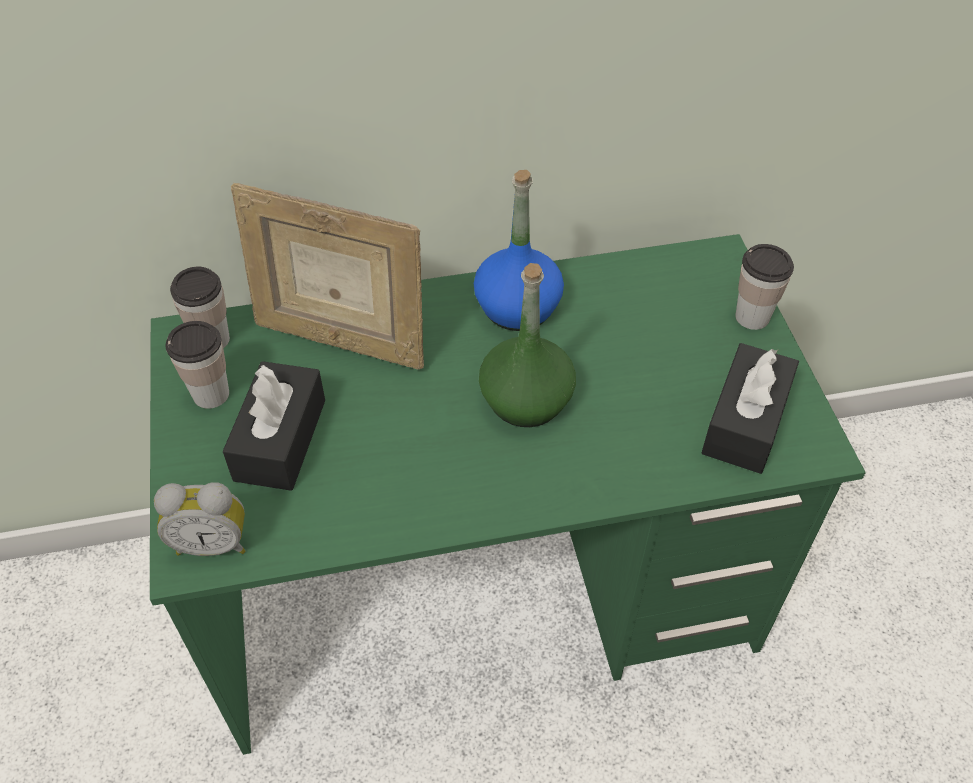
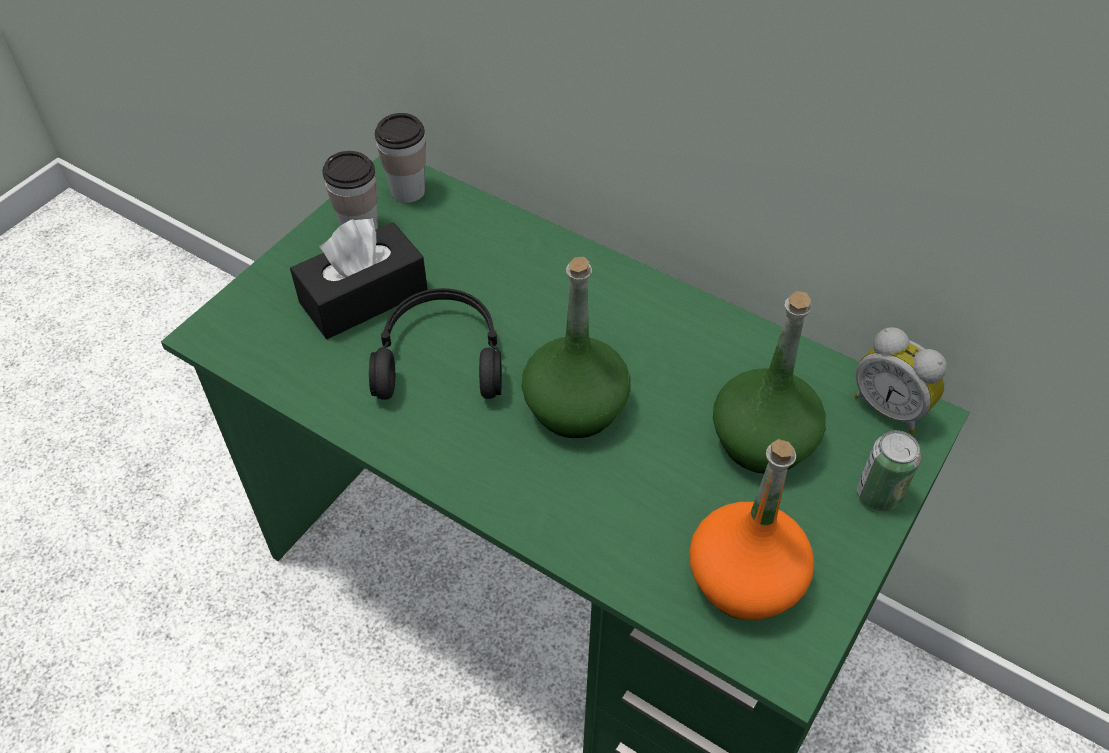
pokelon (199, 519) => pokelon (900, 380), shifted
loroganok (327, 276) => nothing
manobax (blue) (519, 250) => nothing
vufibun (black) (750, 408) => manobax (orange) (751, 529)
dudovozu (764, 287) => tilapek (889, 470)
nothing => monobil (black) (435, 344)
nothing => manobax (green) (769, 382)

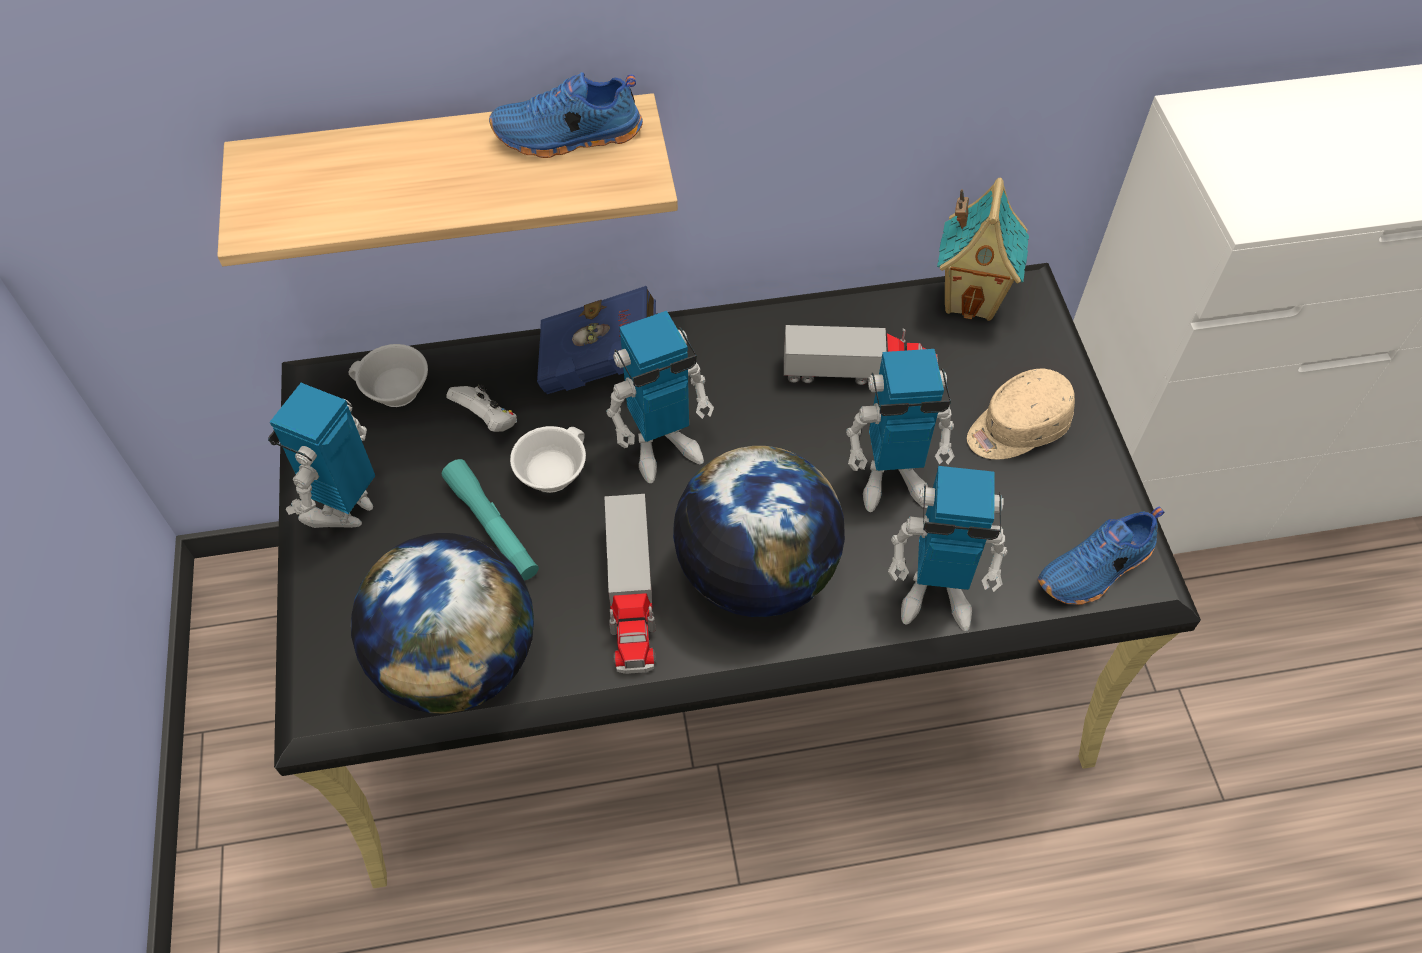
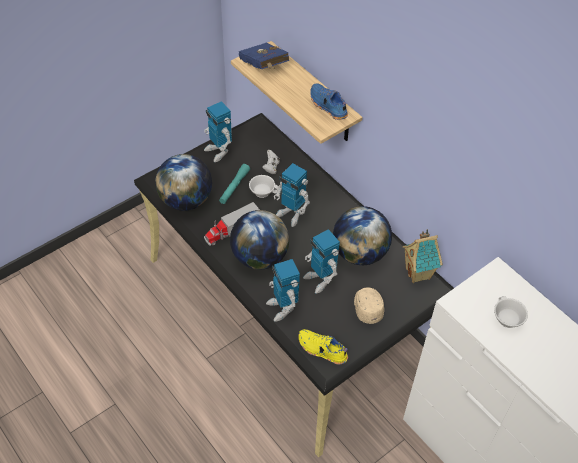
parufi (321, 455) => parufi (218, 131), 120 degrees counterclockwise
dudovozu (white) (388, 375) => dudovozu (white) (511, 312), shifted
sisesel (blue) (596, 340) => sisesel (blue) (264, 56), shifted
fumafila (861, 355) => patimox (362, 235)
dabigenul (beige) (1021, 414) => dabigenul (beige) (369, 305), 45 degrees clockwise
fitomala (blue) (1101, 555) => fitomala (yellow) (323, 347)

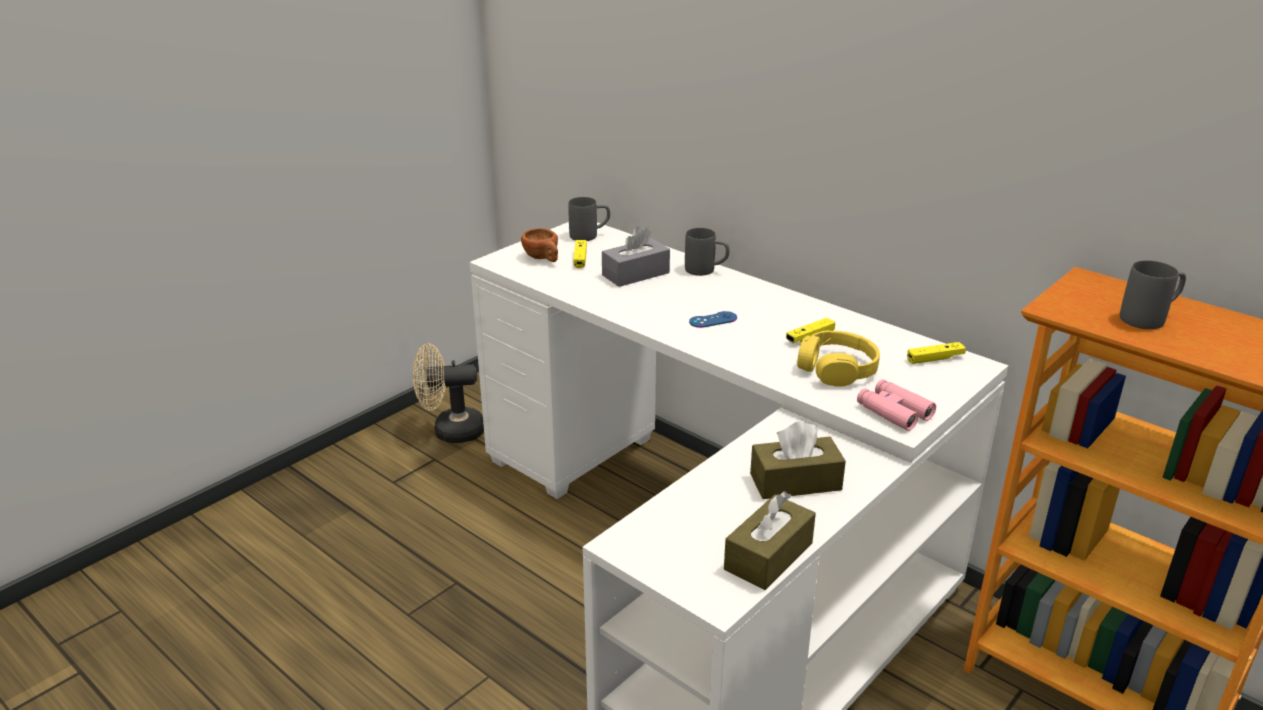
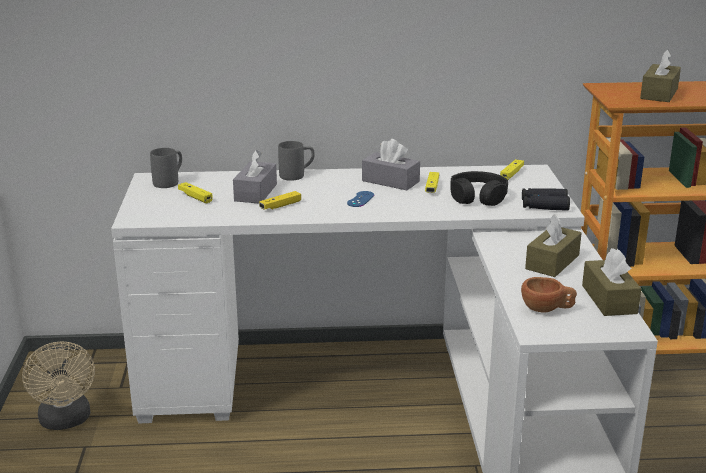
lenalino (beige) (448, 393) => lenalino (beige) (58, 385), 60 degrees counterclockwise
dudovozu (brown) (539, 245) => dudovozu (brown) (549, 295), shifted
monobil (yellow) (838, 358) => monobil (black) (479, 188)
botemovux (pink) (896, 405) => botemovux (black) (546, 199)
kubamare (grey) (1153, 294) => vufibun (brown) (660, 75)
nothing => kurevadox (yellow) (280, 200)
nothing => vufibun (grey) (391, 164)

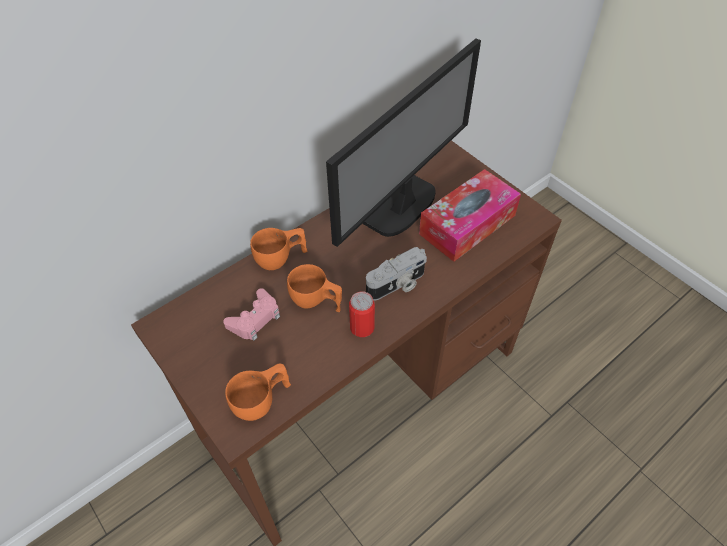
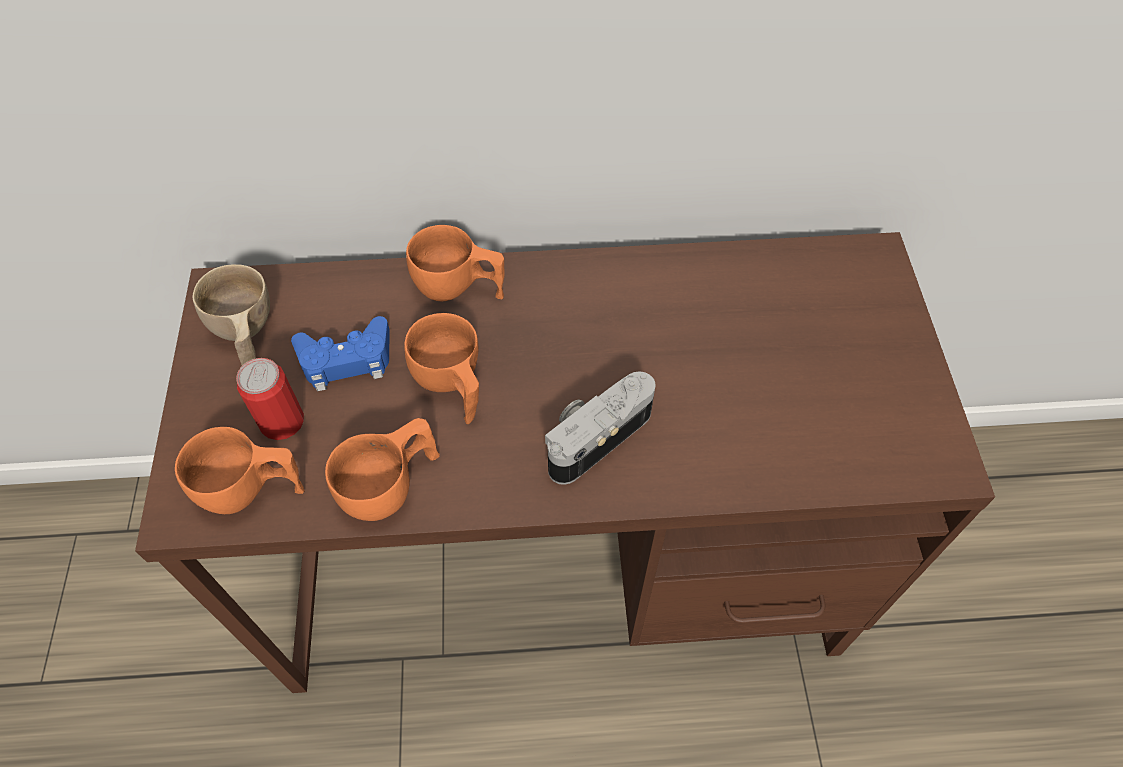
kurevadox (pink) (251, 314) => kurevadox (blue) (340, 353)
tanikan (403, 142) => nothing
tilapek (362, 314) => tilapek (270, 399), shifted
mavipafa (396, 274) => mavipafa (600, 428), 135 degrees clockwise
vufibun (470, 215) => nothing
nothing => dudovozu (beige) (231, 315)
nothing => dudovozu (orange) (382, 469)

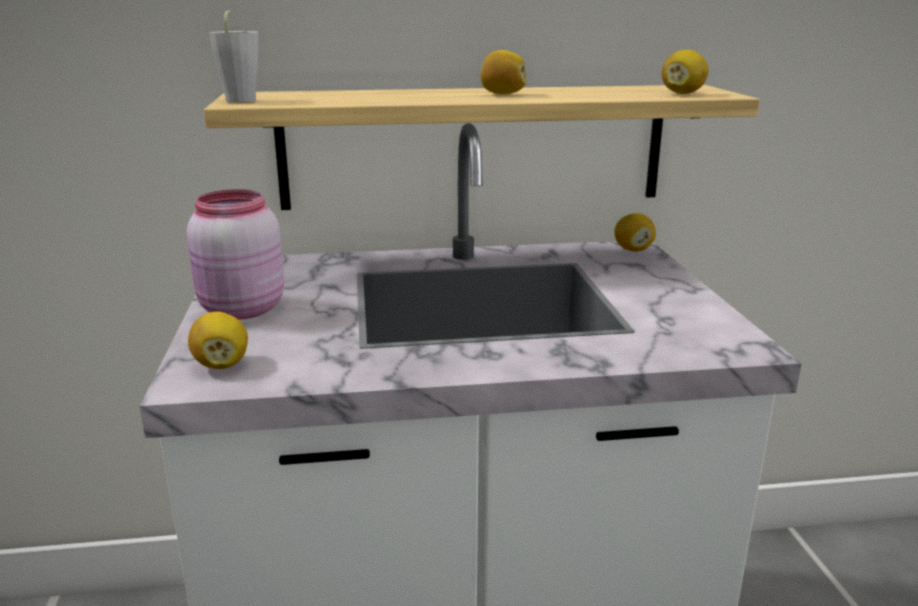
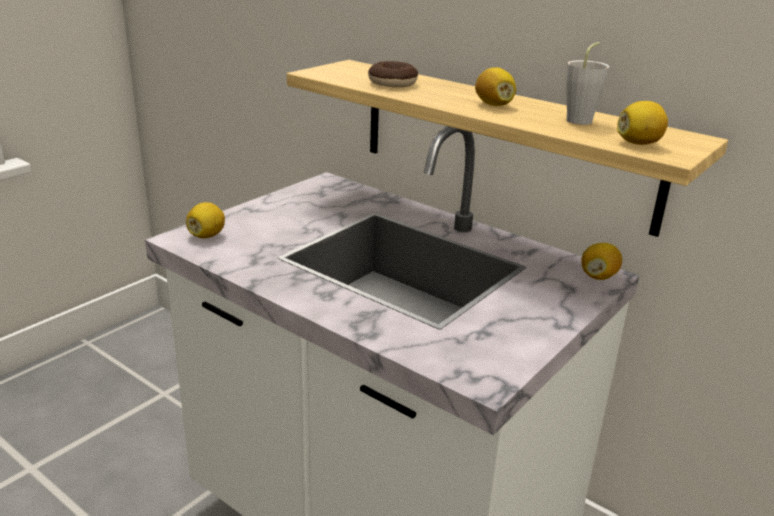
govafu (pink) (235, 254) => nothing
dudovozu (grey) (233, 56) => dudovozu (grey) (588, 83), shifted
nothing => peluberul (393, 74)

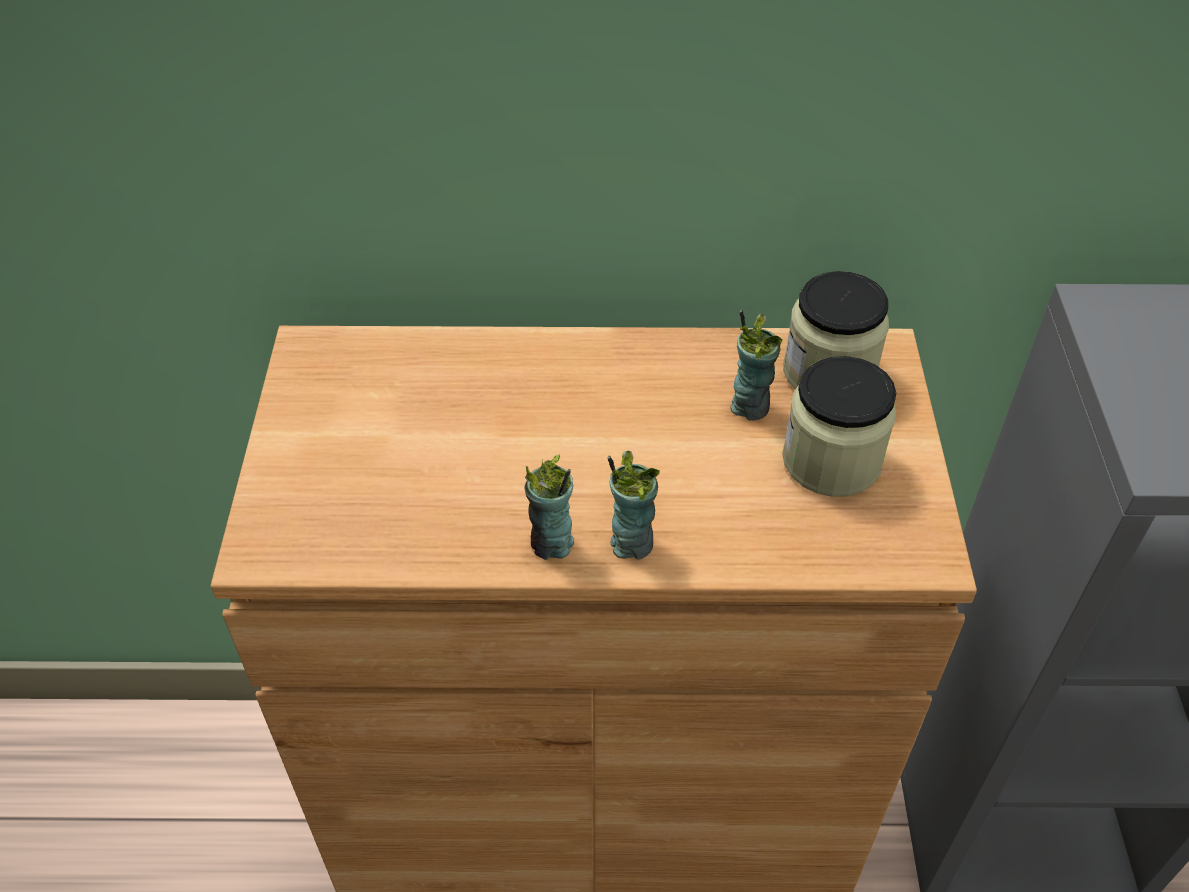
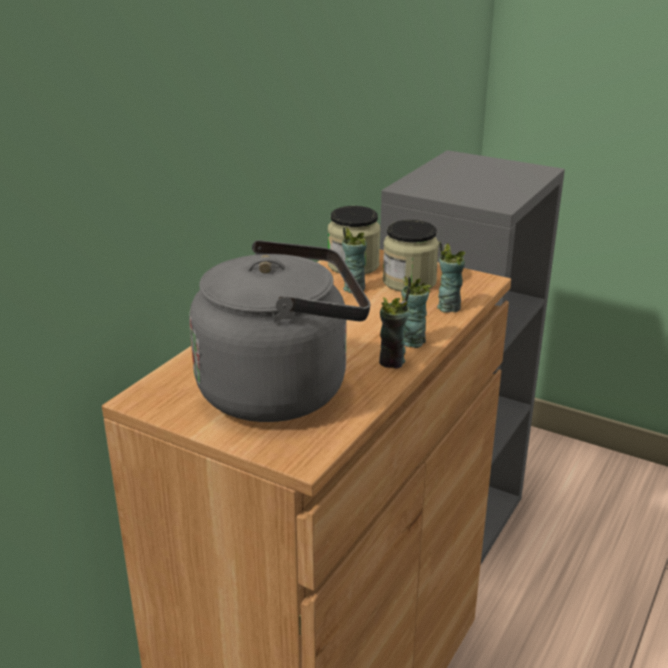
nothing => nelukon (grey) (279, 331)
nothing => dudovozu (451, 277)

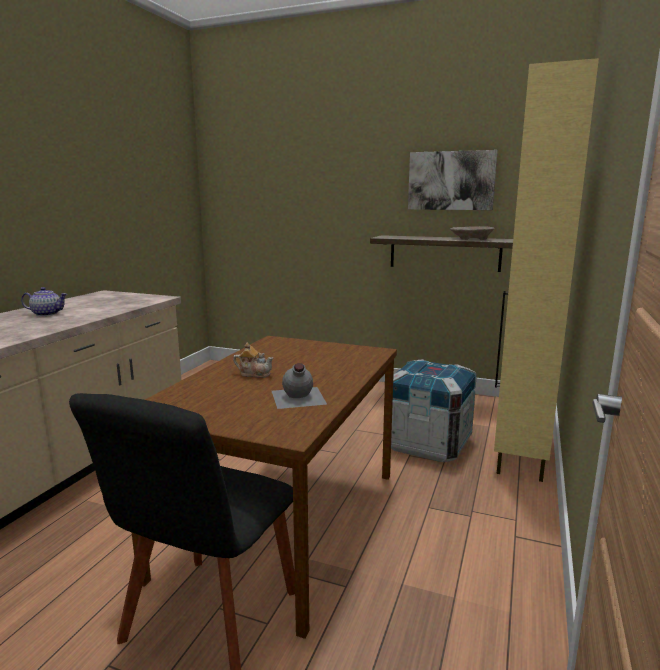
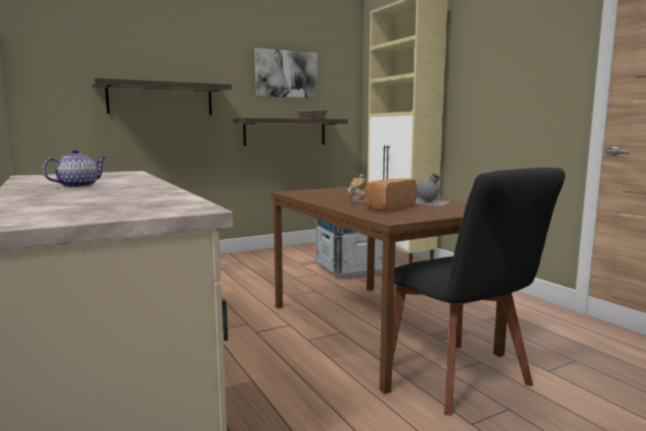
nothing => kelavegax (162, 96)
nothing => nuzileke (391, 194)

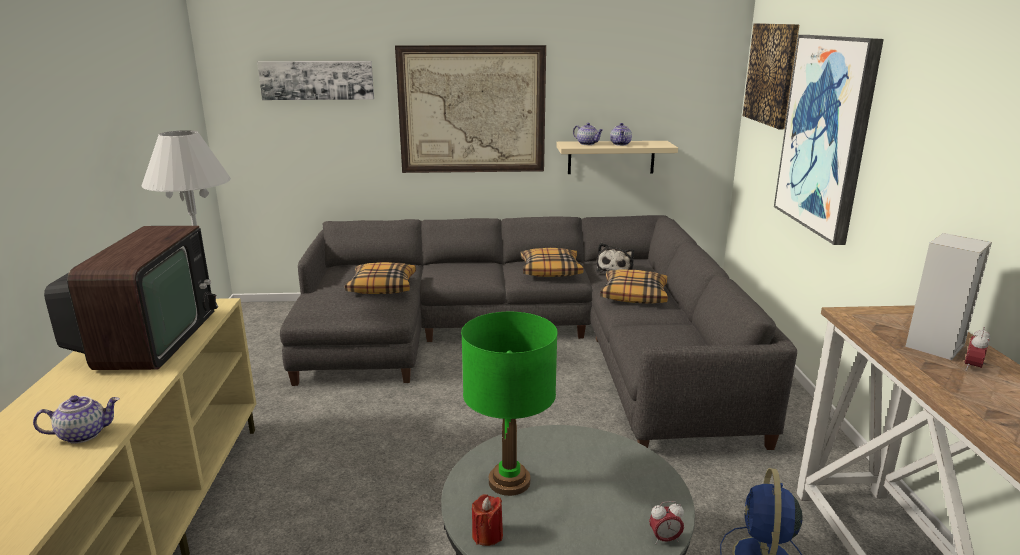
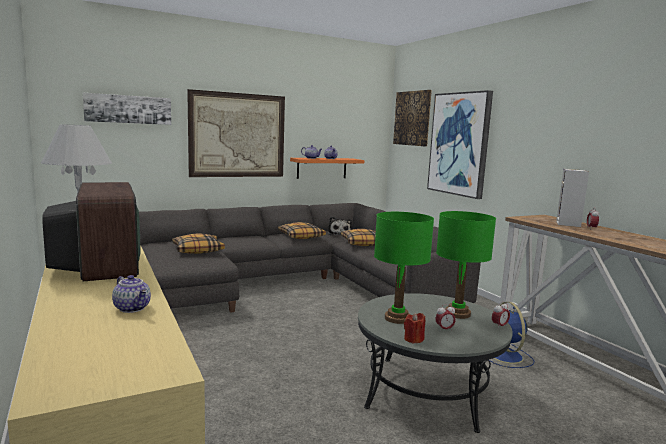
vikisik (76, 419) => vikisik (131, 294), 90 degrees clockwise
kelavegax (beige) (617, 157) => kelavegax (orange) (327, 168)
nothing => pokelon (445, 317)
nothing => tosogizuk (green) (466, 265)

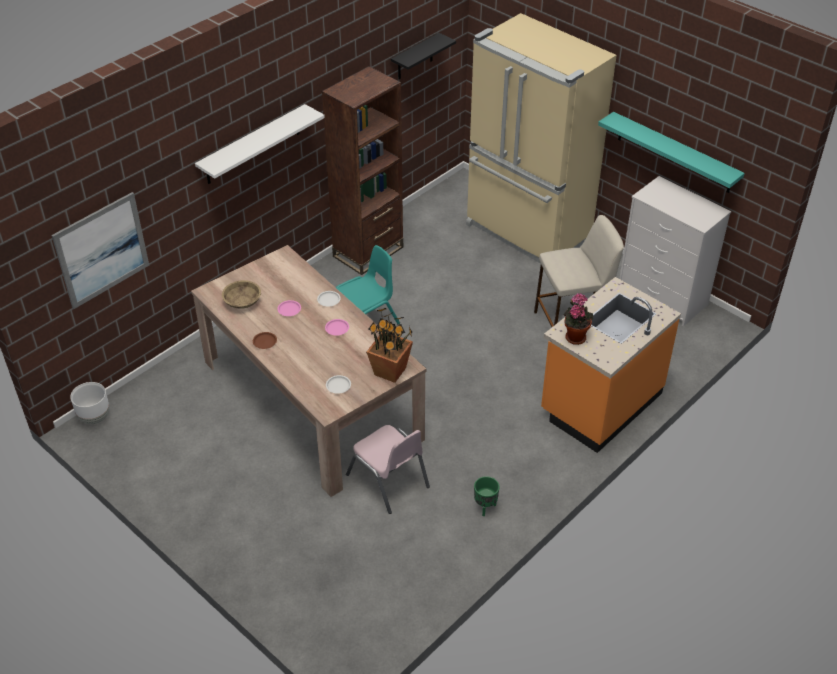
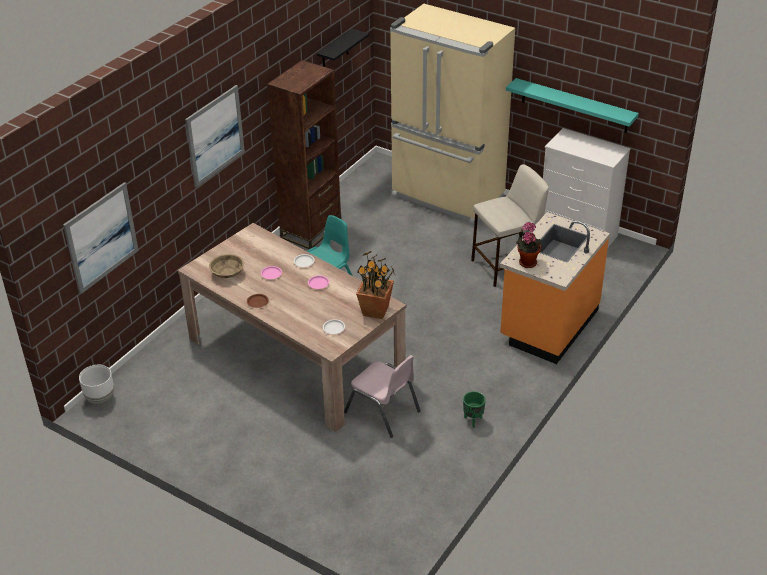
kelavegax (white) (260, 144) => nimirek (215, 136)

